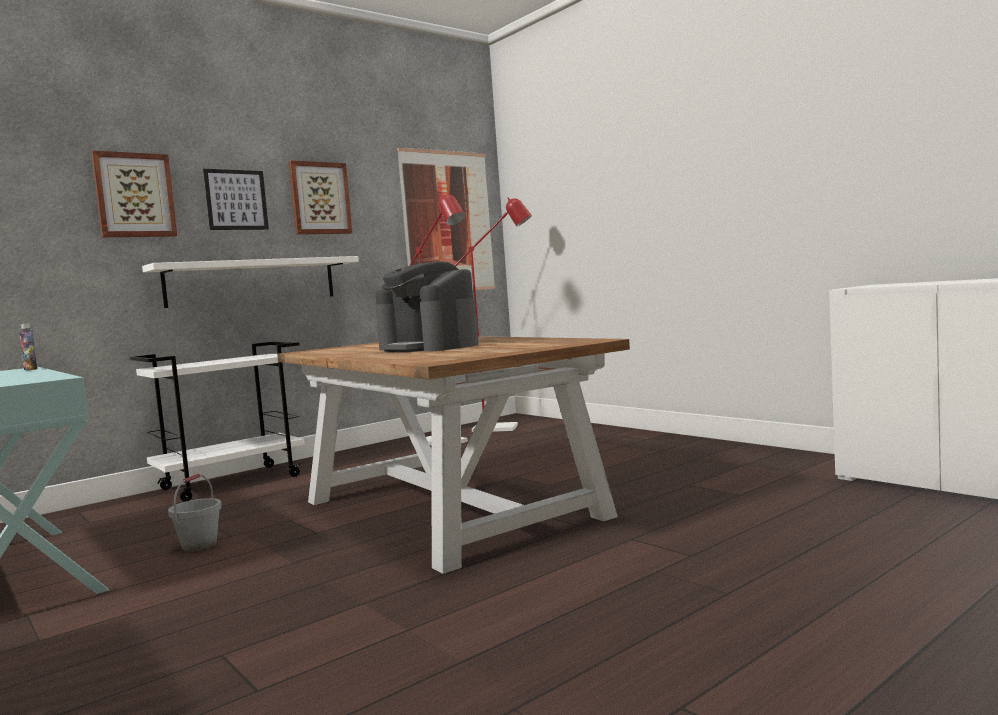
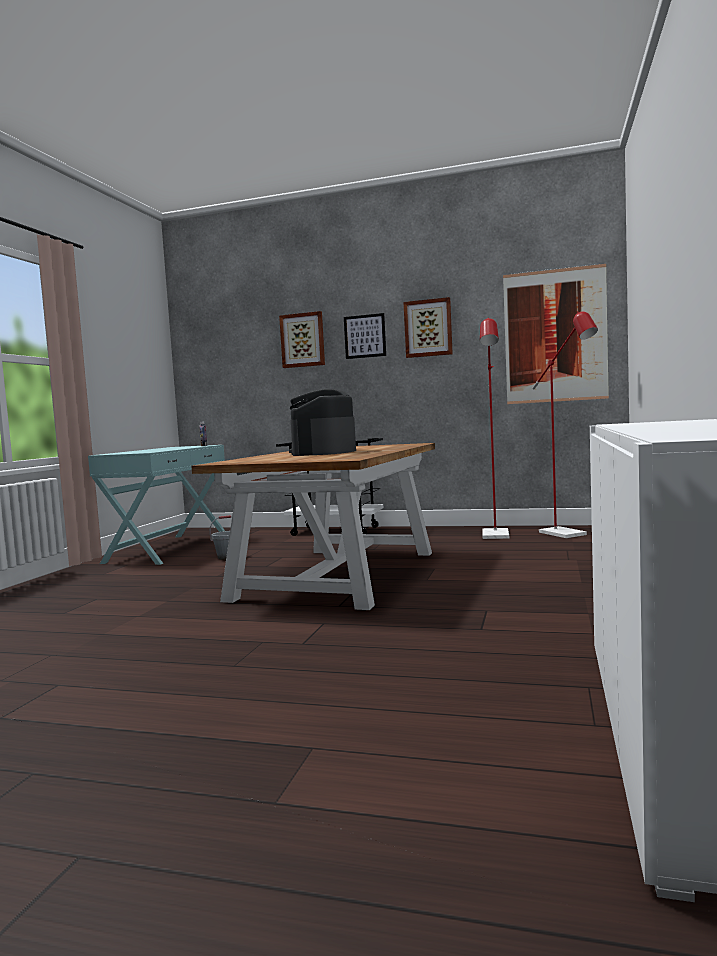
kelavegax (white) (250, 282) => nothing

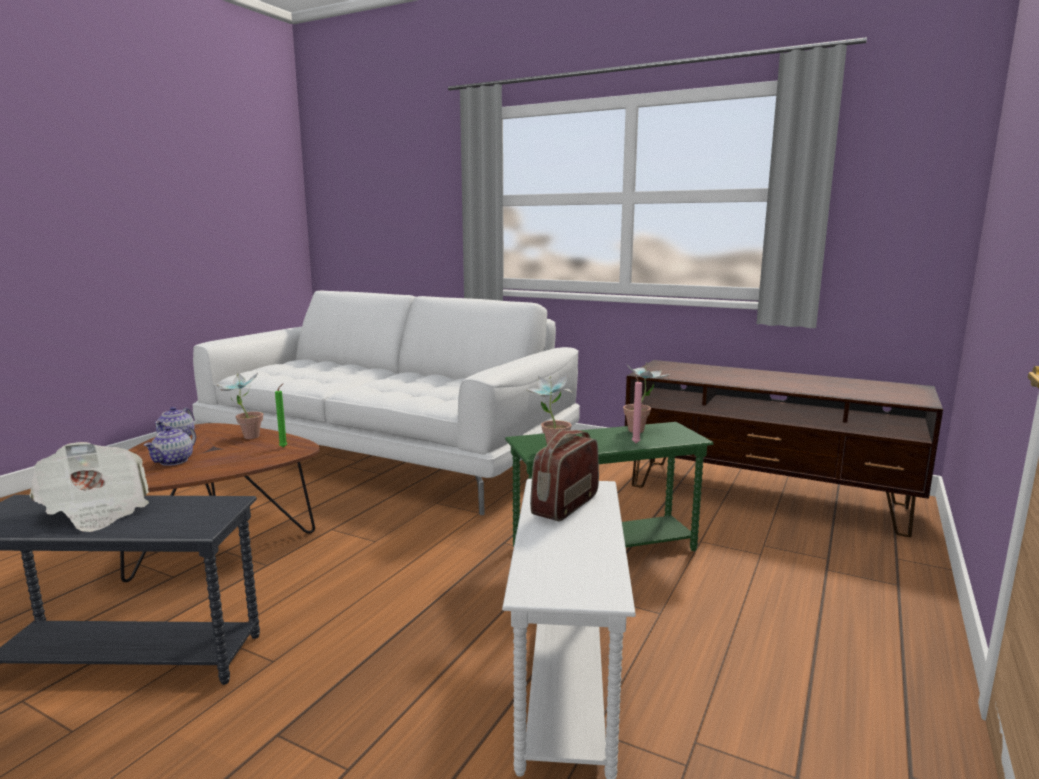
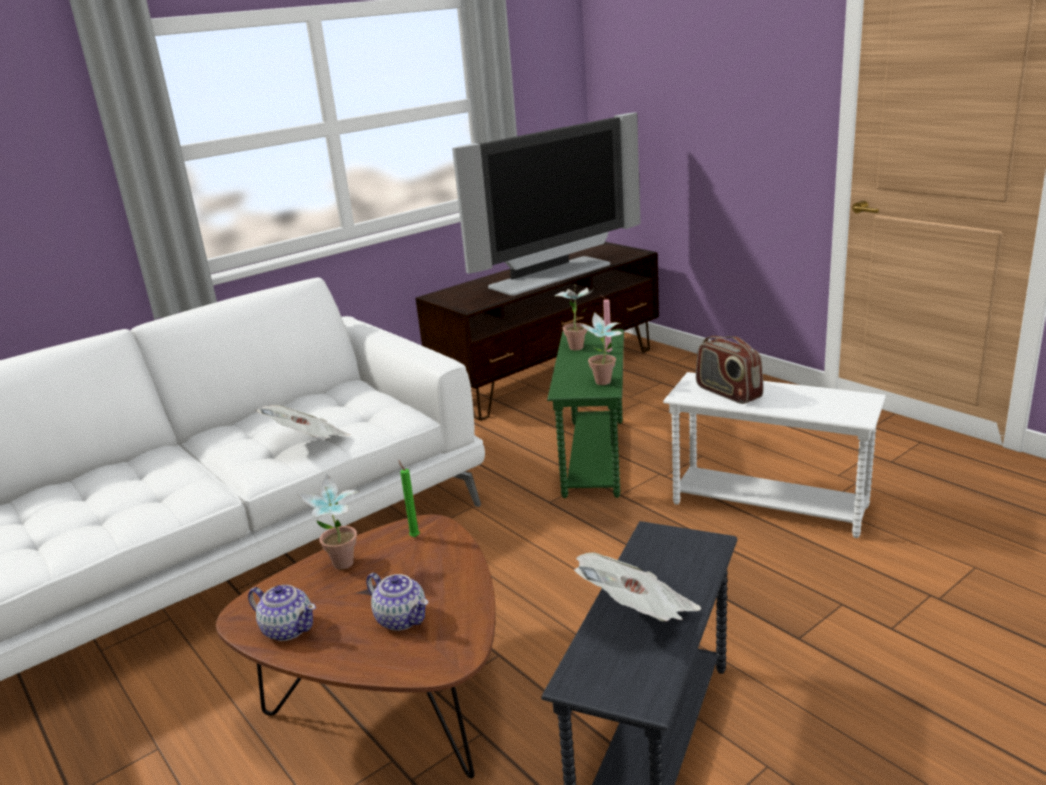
nothing => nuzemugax (303, 421)
nothing => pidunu (546, 204)

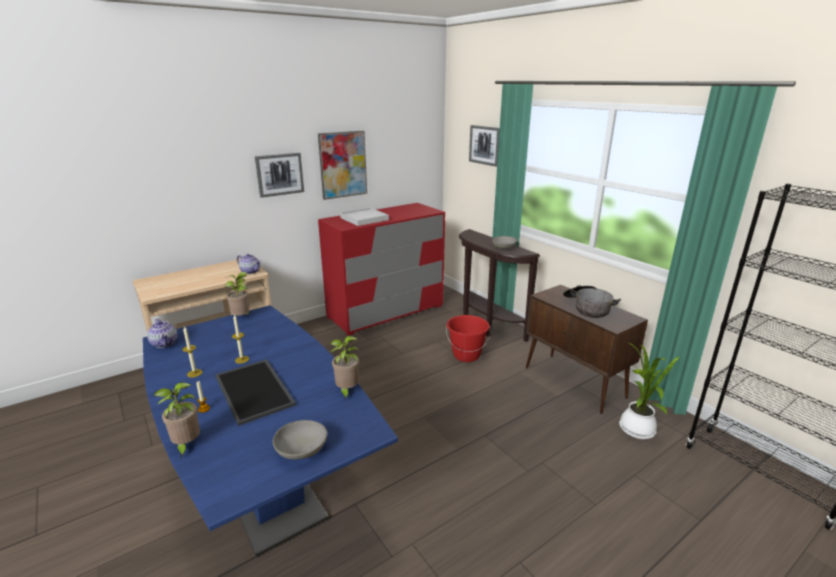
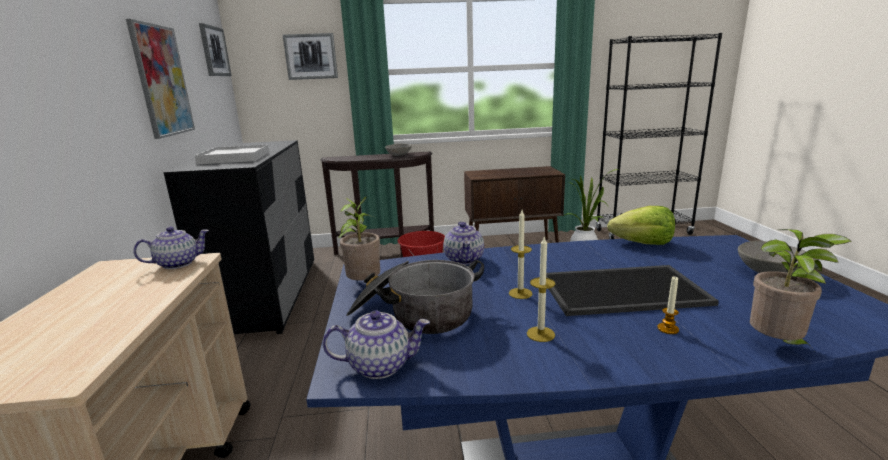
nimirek (279, 175) => nimirek (215, 49), shifted
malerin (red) (381, 269) => malerin (black) (239, 237)
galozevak (344, 368) => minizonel (641, 225)
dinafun (592, 301) => dinafun (415, 297), shifted
nothing => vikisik (464, 243)

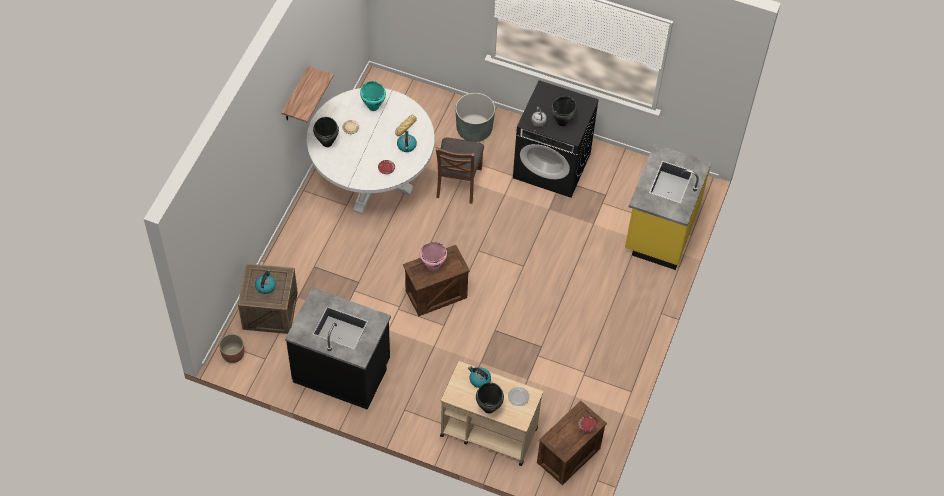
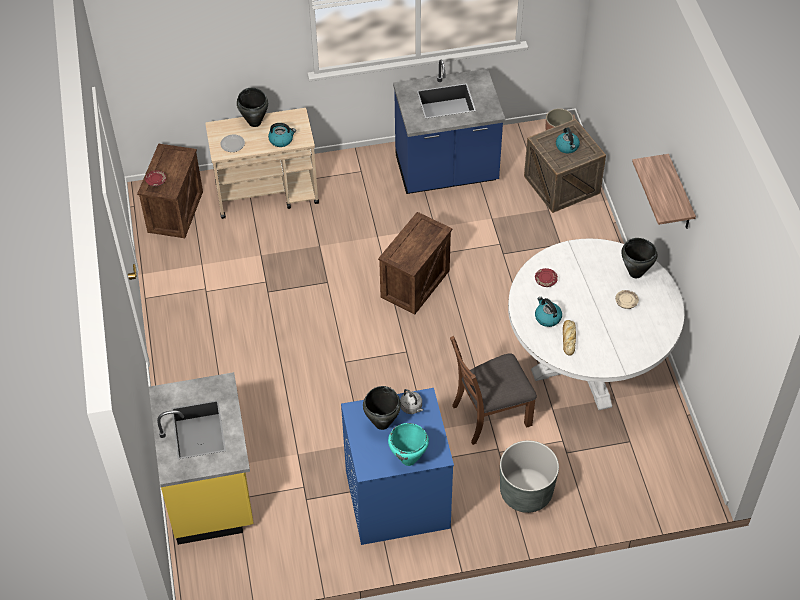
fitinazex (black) (338, 348) => fitinazex (blue) (449, 127)
dinafun (turquoise) (373, 96) => dinafun (turquoise) (408, 444), shifted
dinafun (pink) (433, 256) => nothing
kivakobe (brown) (460, 171) => kivakobe (brown) (493, 390), 90 degrees counterclockwise
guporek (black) (556, 139) => guporek (blue) (397, 466)

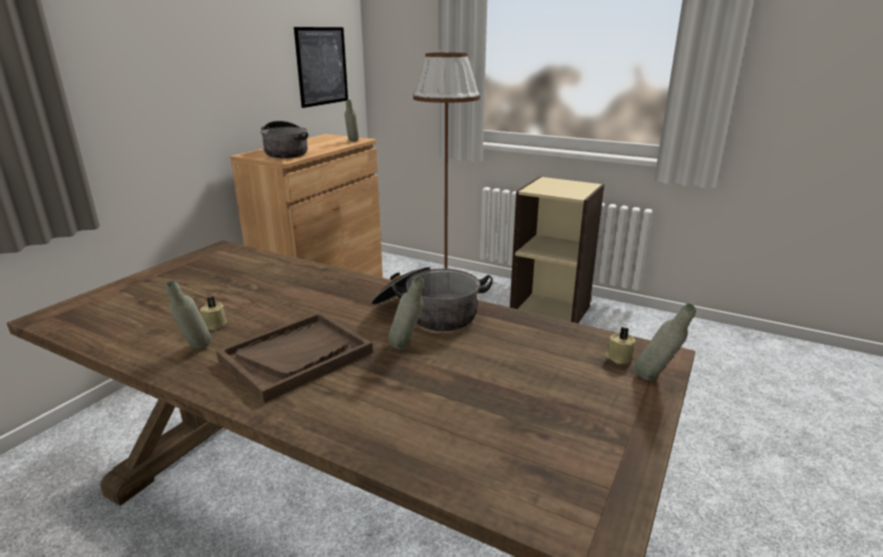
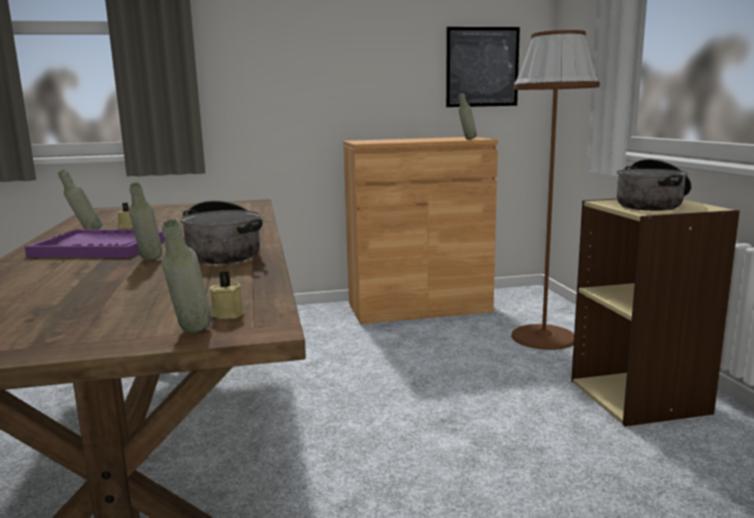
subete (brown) (294, 357) => subete (purple) (95, 243)
dinafun (284, 139) => dinafun (654, 185), shifted

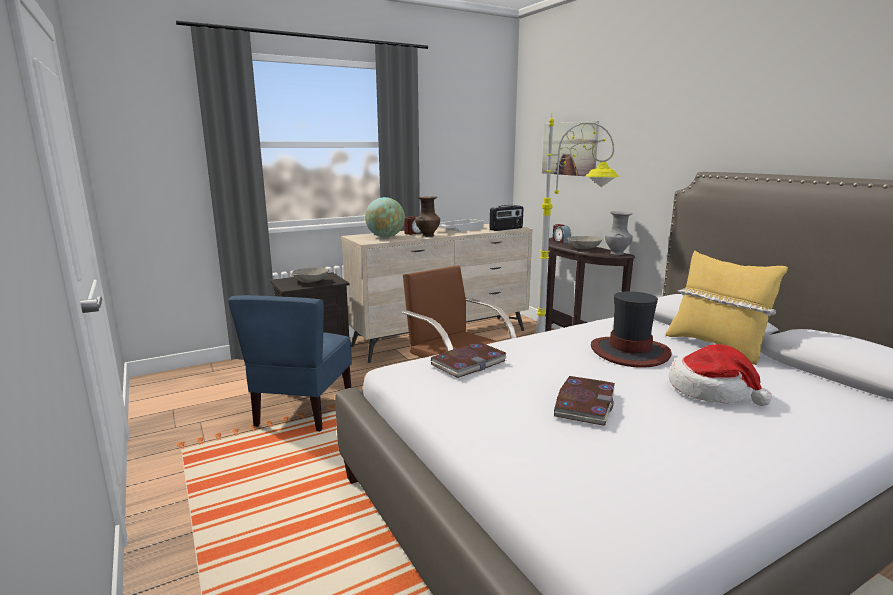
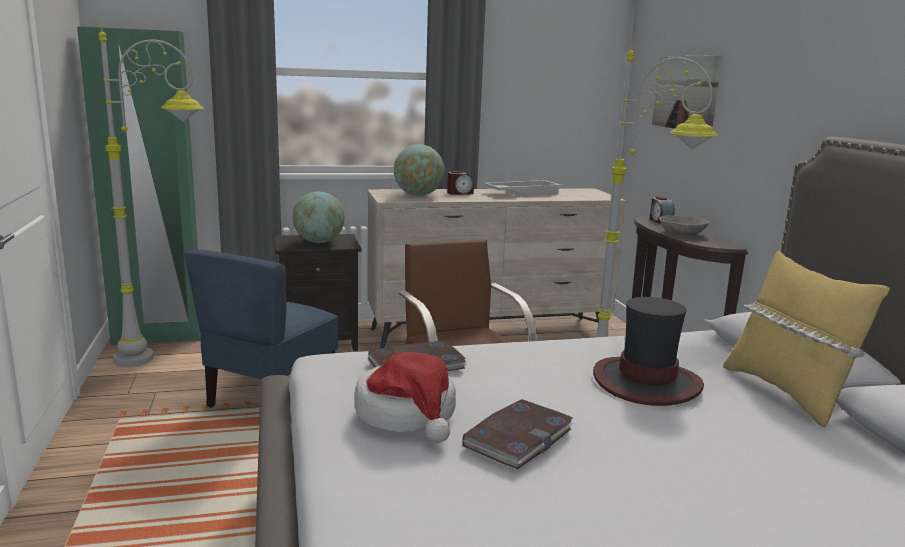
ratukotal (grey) (310, 275) => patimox (318, 217)
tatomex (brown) (427, 216) => nothing
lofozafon (506, 218) => nothing
tatomex (grey) (619, 233) => nothing
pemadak (720, 375) => pemadak (405, 397), shifted
nothing => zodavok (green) (138, 185)
nothing => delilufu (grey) (151, 195)

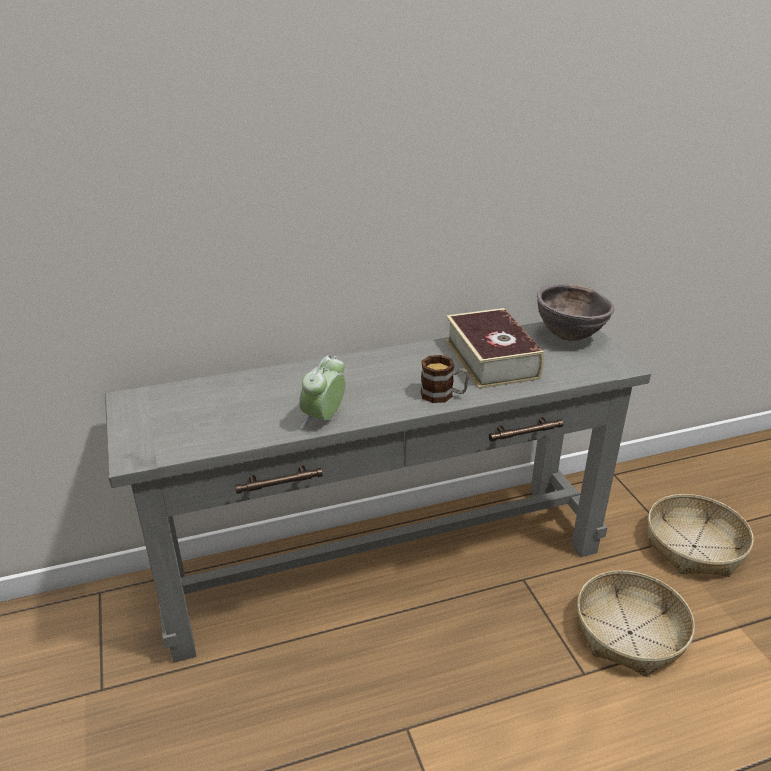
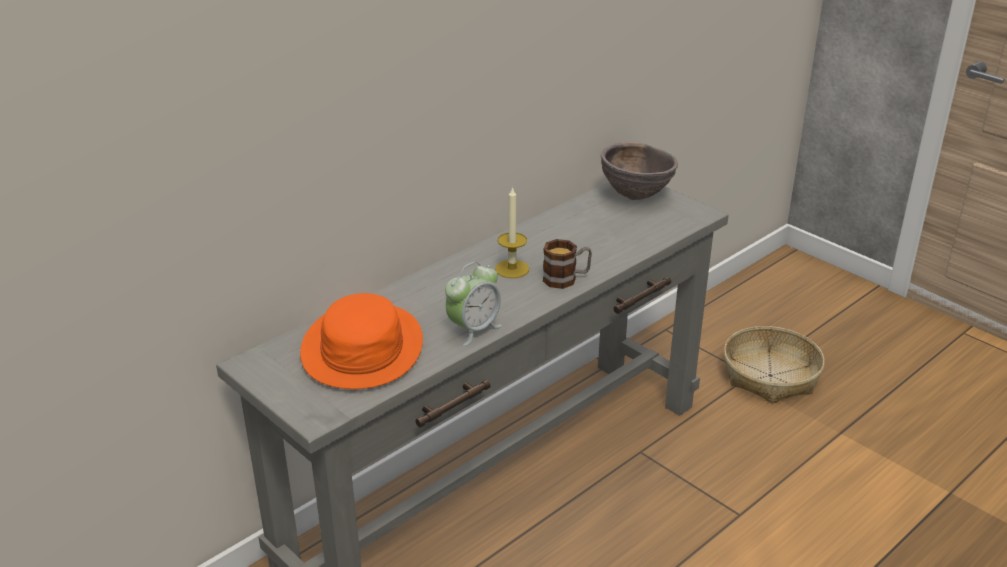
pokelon (322, 392) => pokelon (473, 304), 135 degrees counterclockwise
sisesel (494, 348) => nothing
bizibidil (636, 623) => nothing
nothing => pemadak (orange) (361, 341)
nothing => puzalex (512, 232)

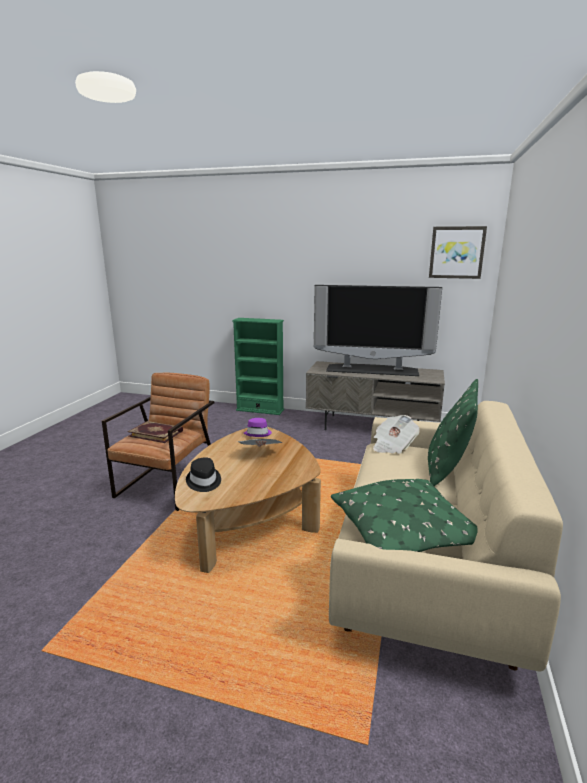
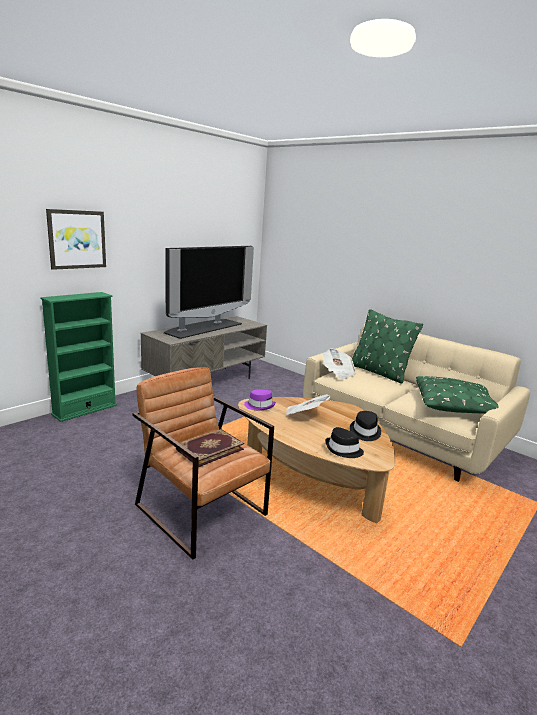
nimirek (458, 252) => nimirek (76, 239), shifted
nothing => pemadak (black) (365, 426)

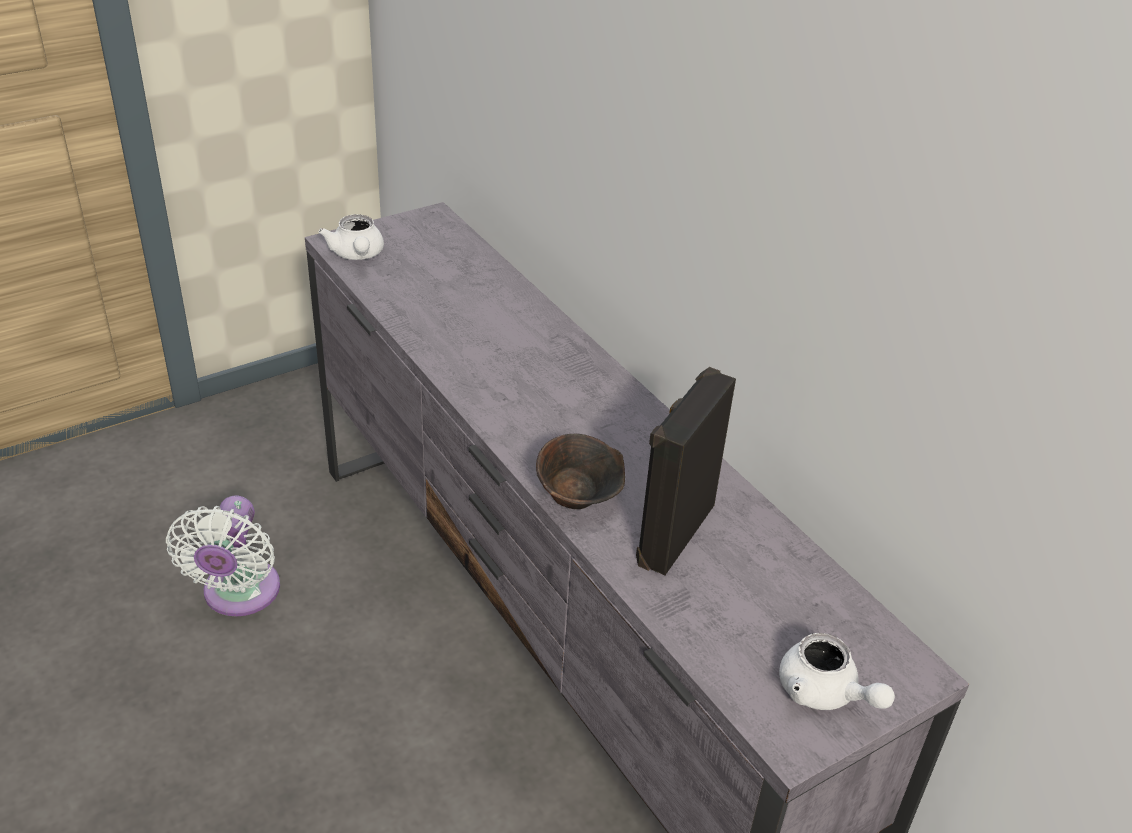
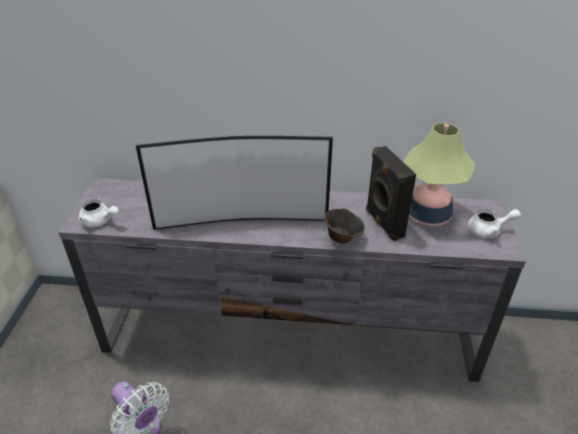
nothing => pidunu (234, 183)
nothing => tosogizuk (439, 174)

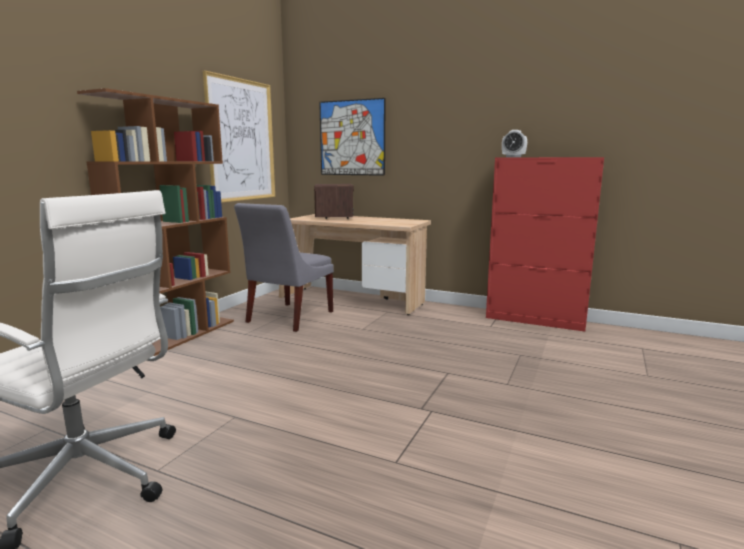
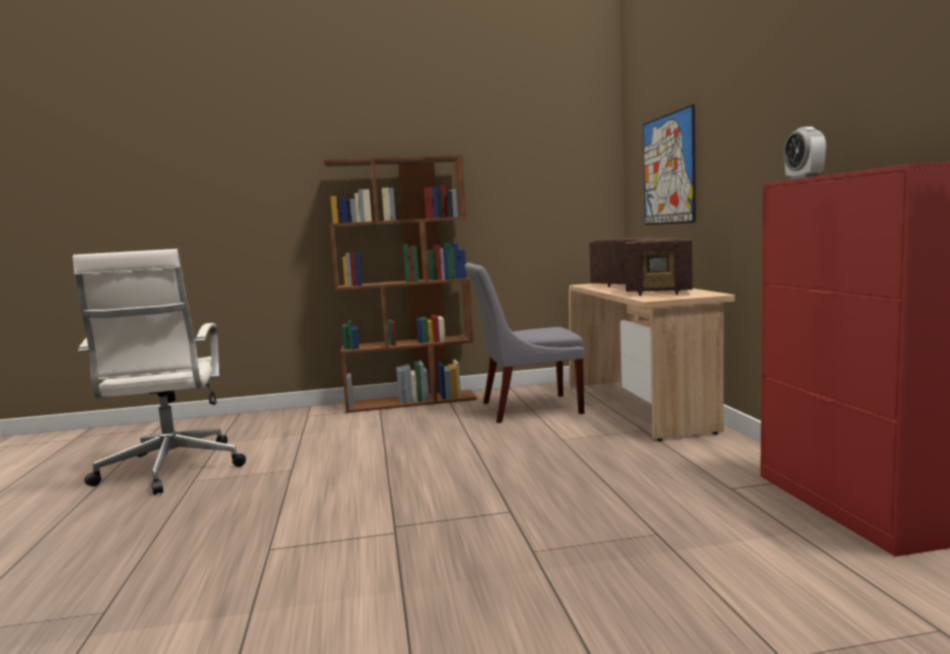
nimirek (239, 136) => nothing
nothing => lofozafon (659, 266)

